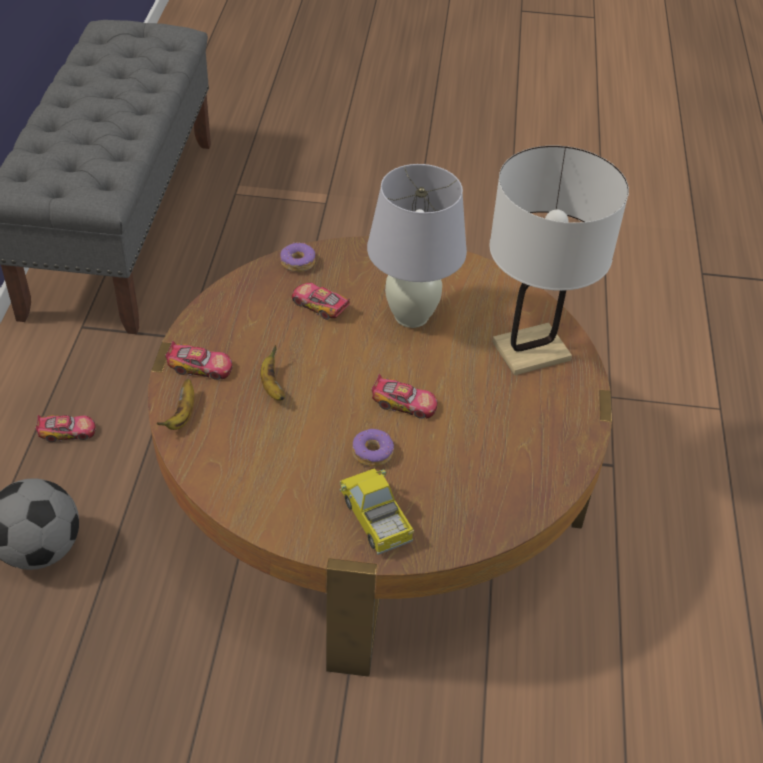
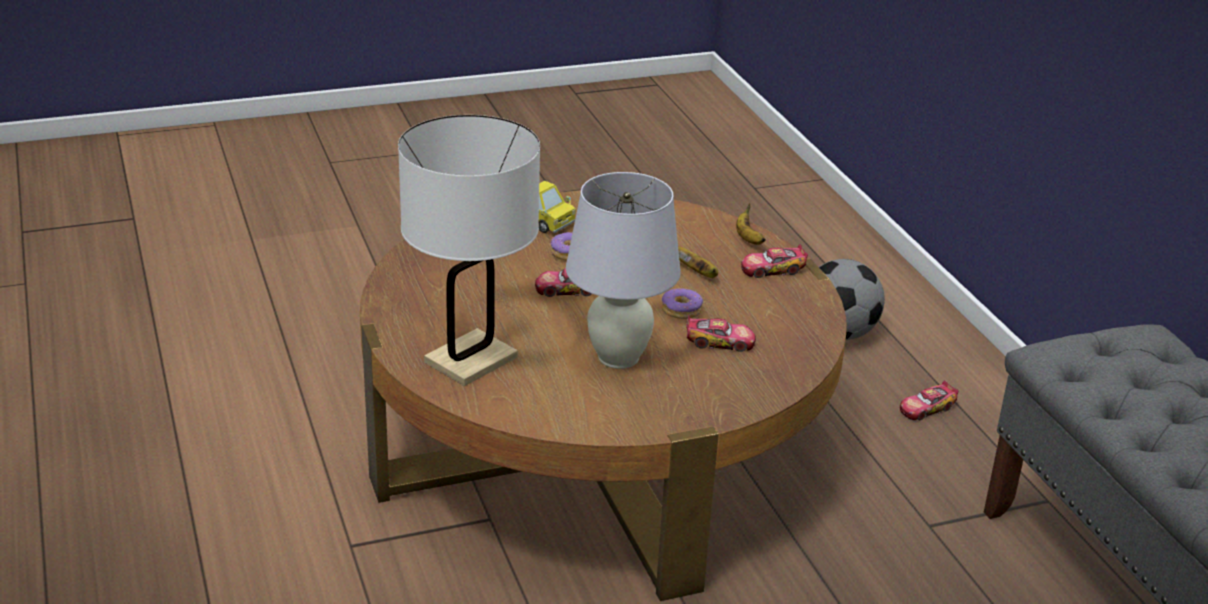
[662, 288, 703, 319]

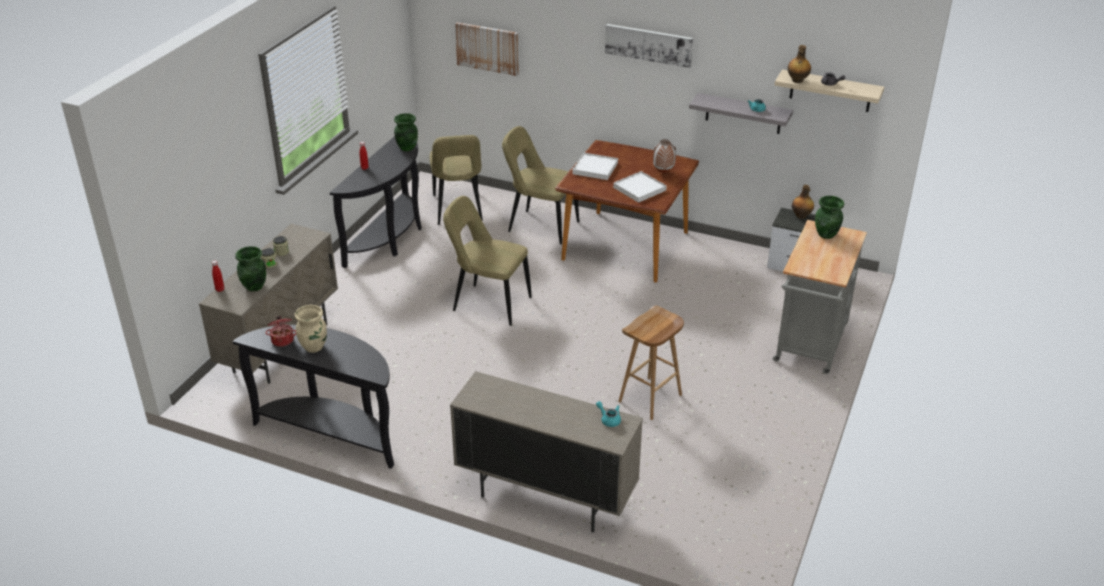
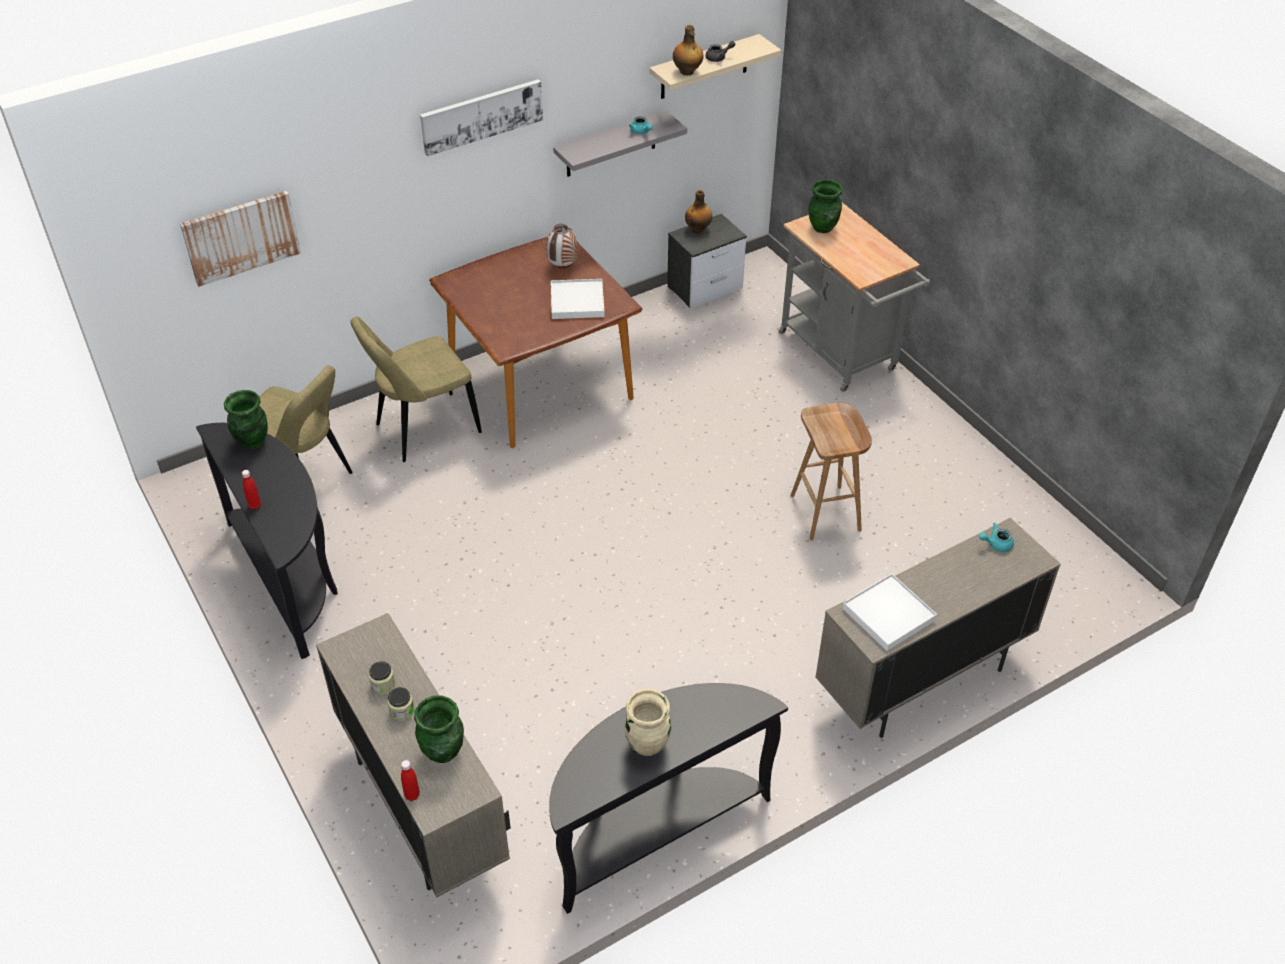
[266, 316, 296, 347] (first image)
[443, 196, 532, 326] (first image)
[842, 574, 937, 651]

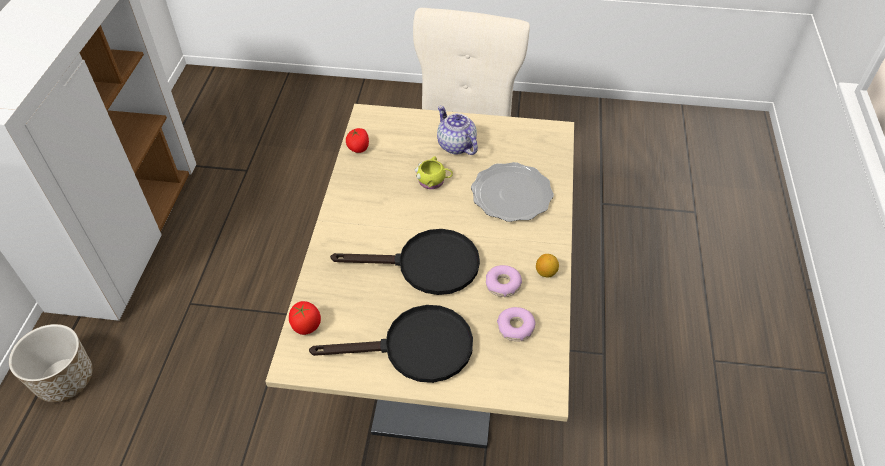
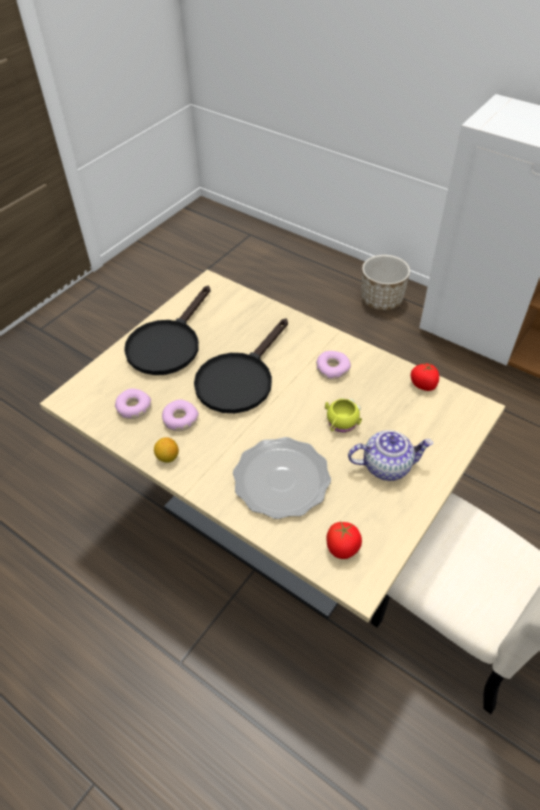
[327, 522, 362, 559]
[316, 351, 351, 380]

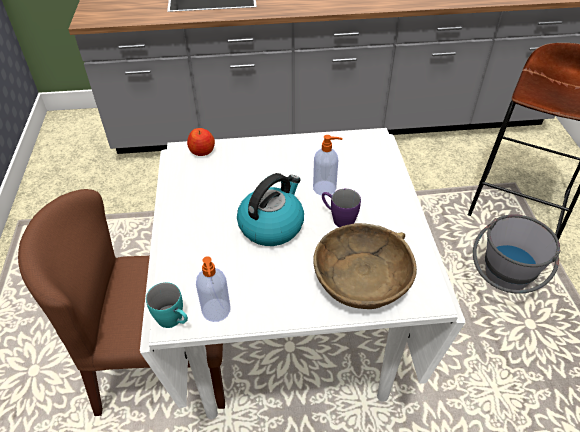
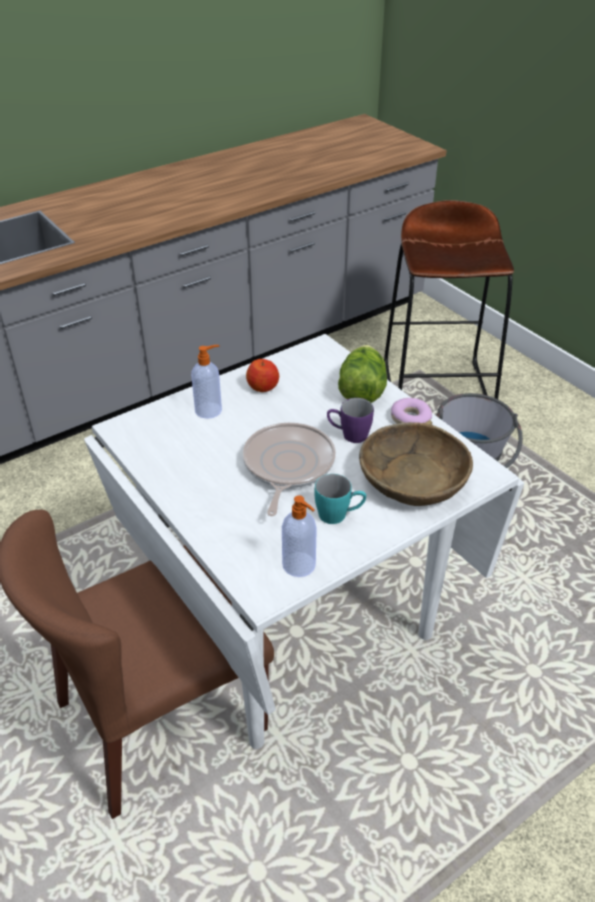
[315, 474, 366, 524]
[246, 359, 279, 392]
[243, 423, 336, 516]
[191, 345, 222, 419]
[338, 345, 387, 403]
[391, 398, 432, 424]

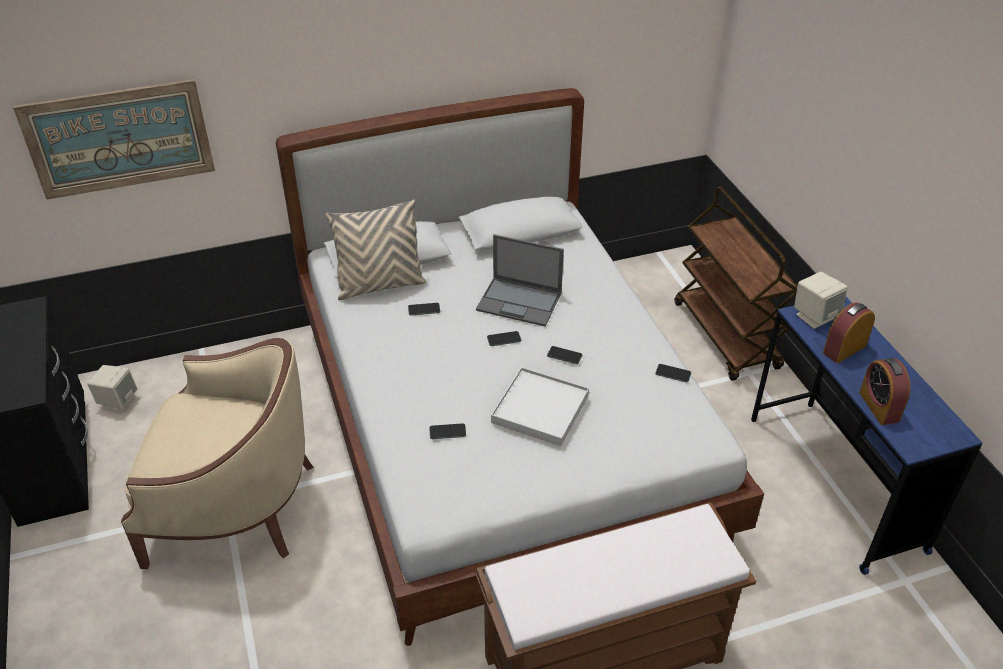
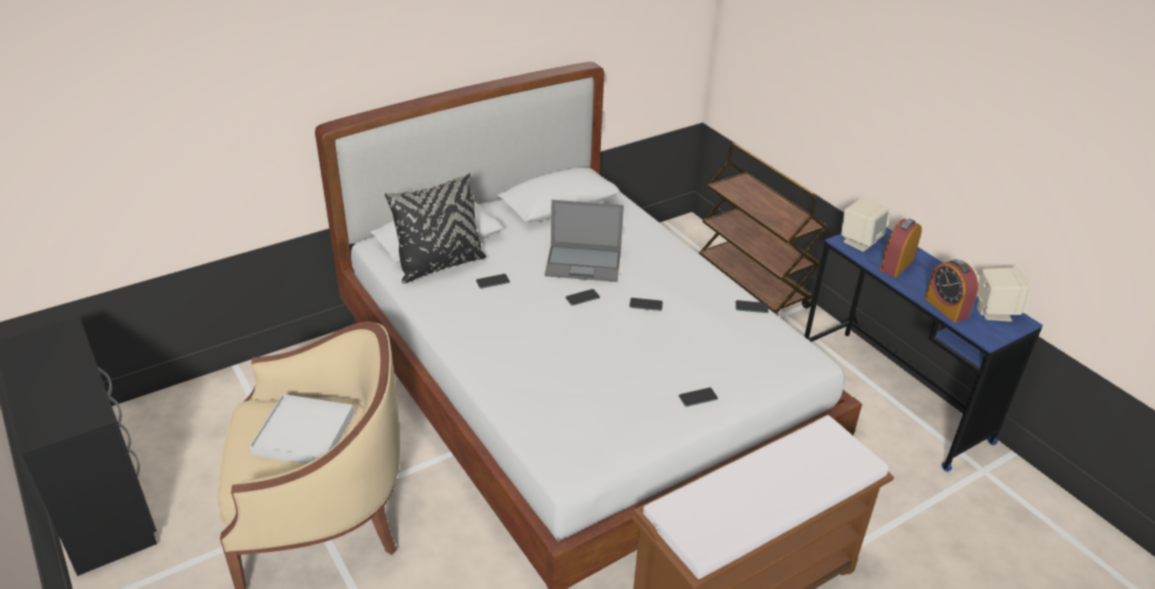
[13, 79, 215, 200] (first image)
[976, 267, 1029, 322]
[385, 173, 486, 284]
[679, 388, 718, 407]
[249, 394, 354, 464]

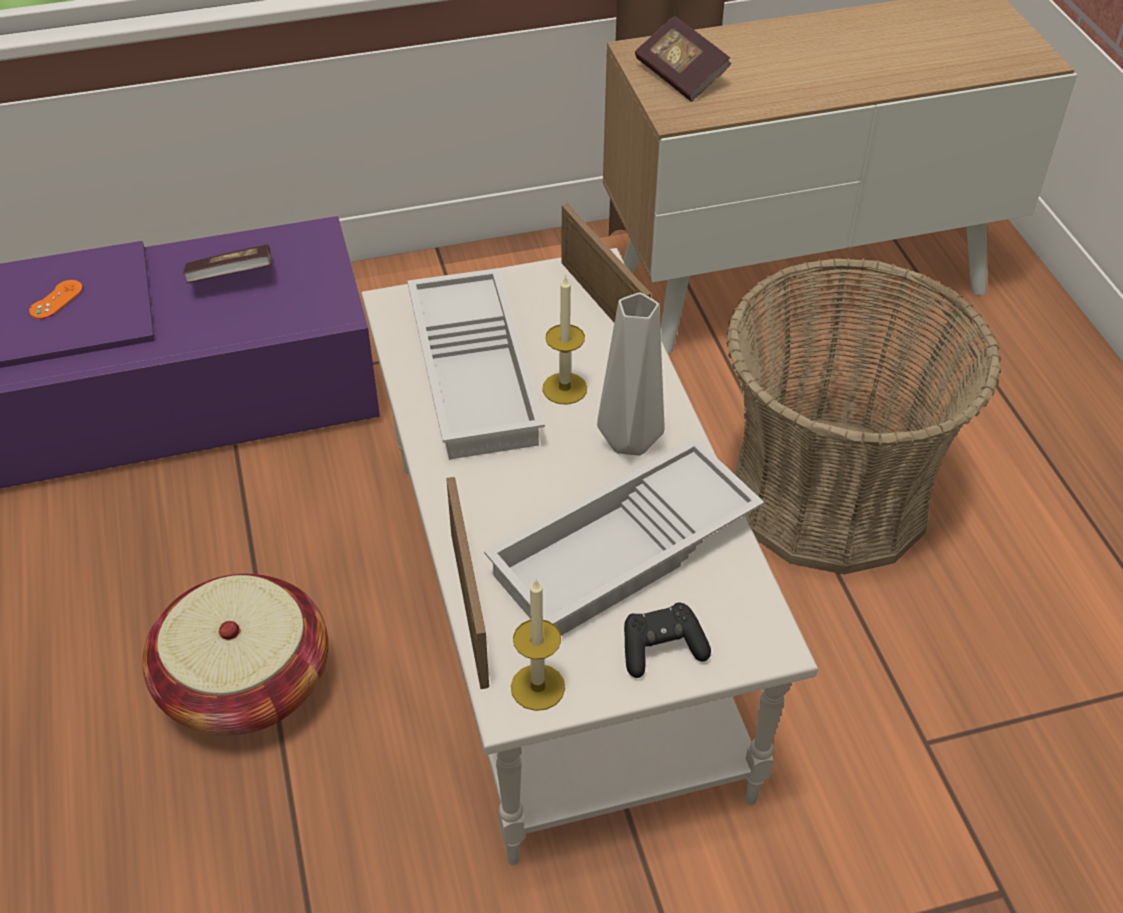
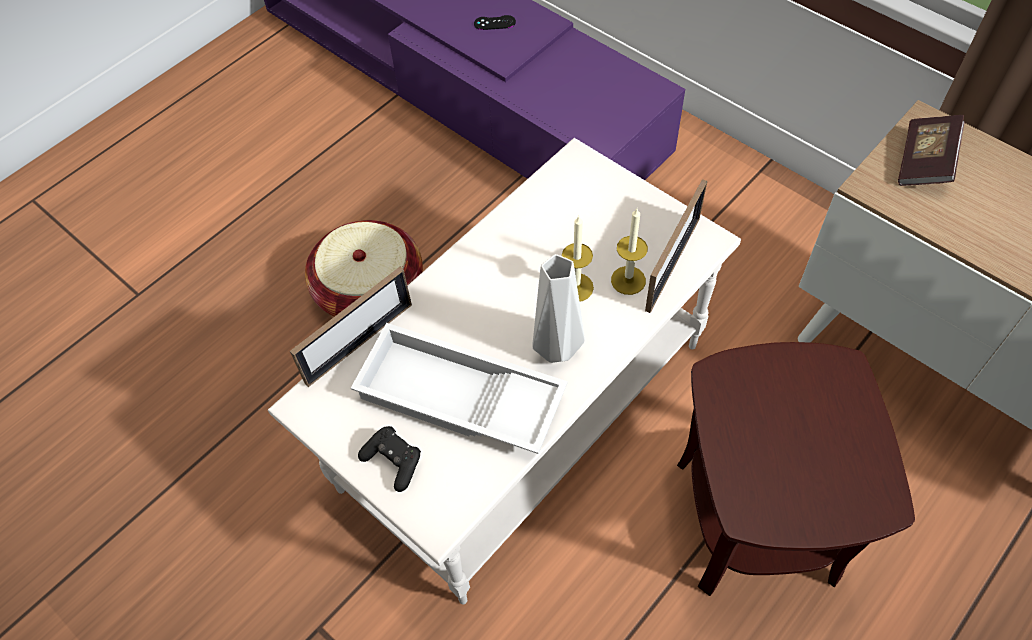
[474, 15, 516, 30]
[183, 245, 272, 283] (first image)
[407, 268, 545, 460] (first image)
[611, 209, 648, 295]
[677, 342, 915, 596]

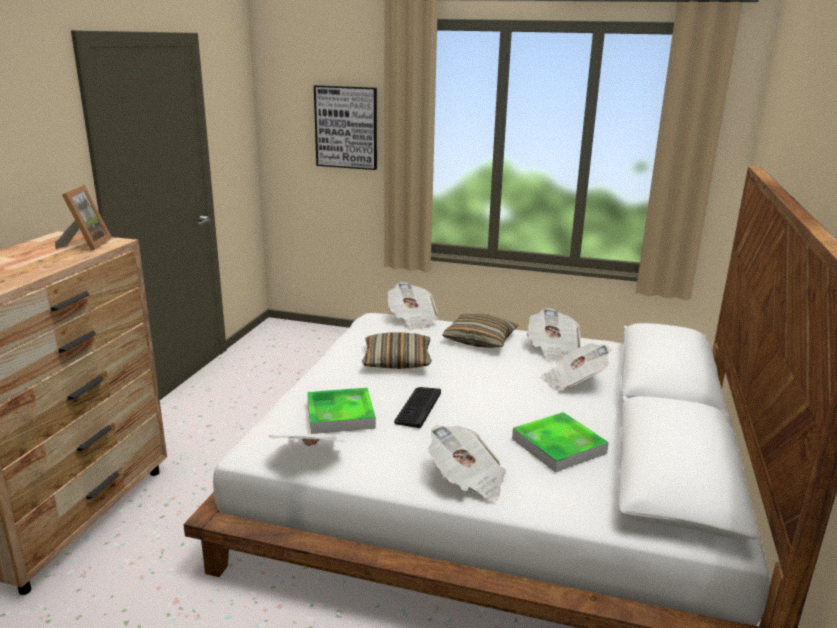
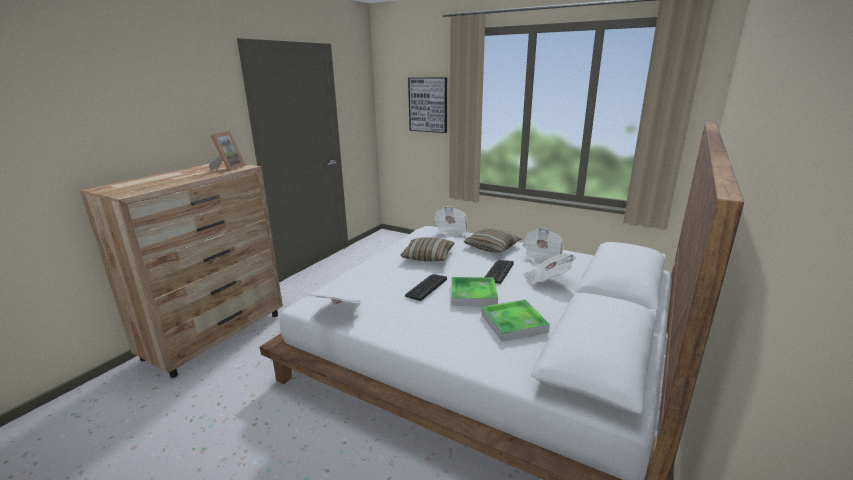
[452, 277, 498, 306]
[428, 425, 506, 501] (first image)
[485, 260, 514, 284]

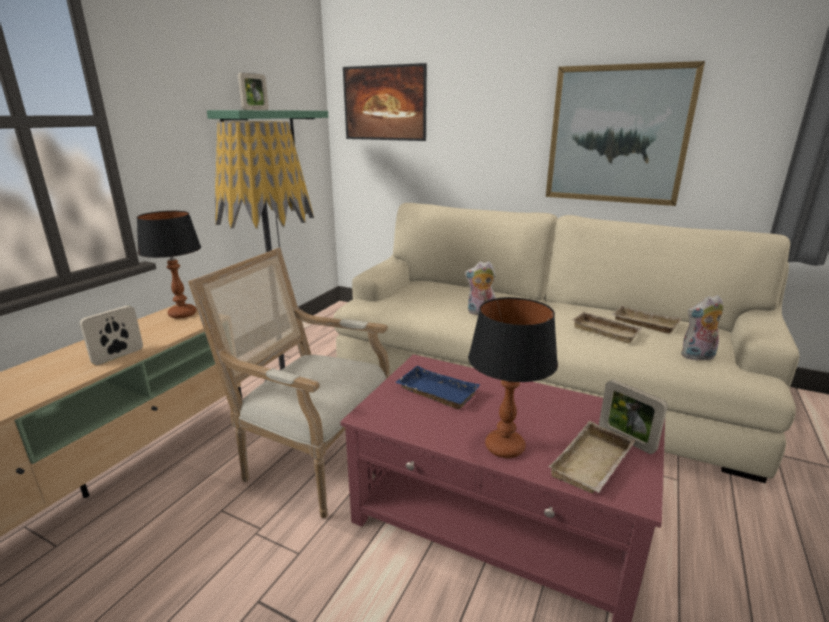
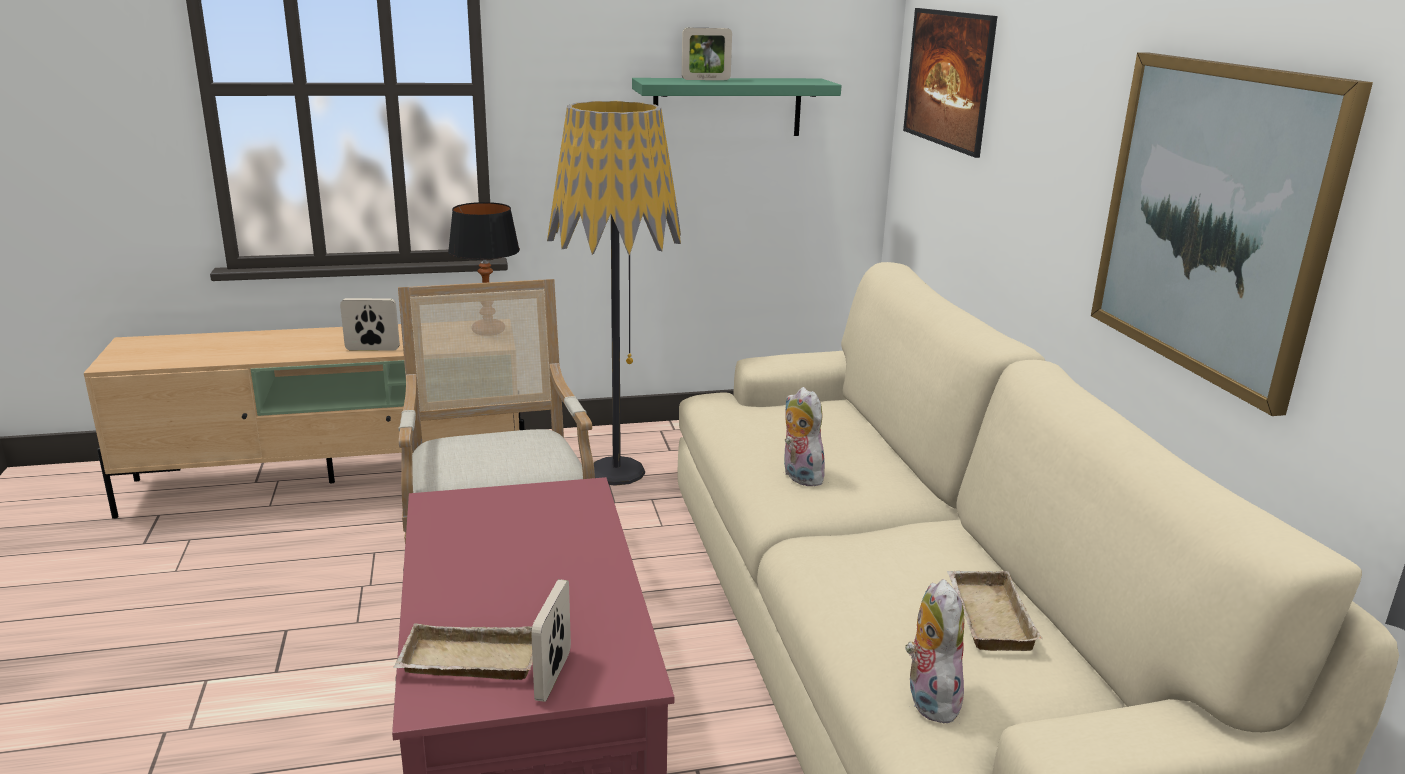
[395, 366, 480, 409] (first image)
[468, 297, 558, 458] (first image)
[572, 312, 643, 343] (first image)
[905, 579, 964, 723]

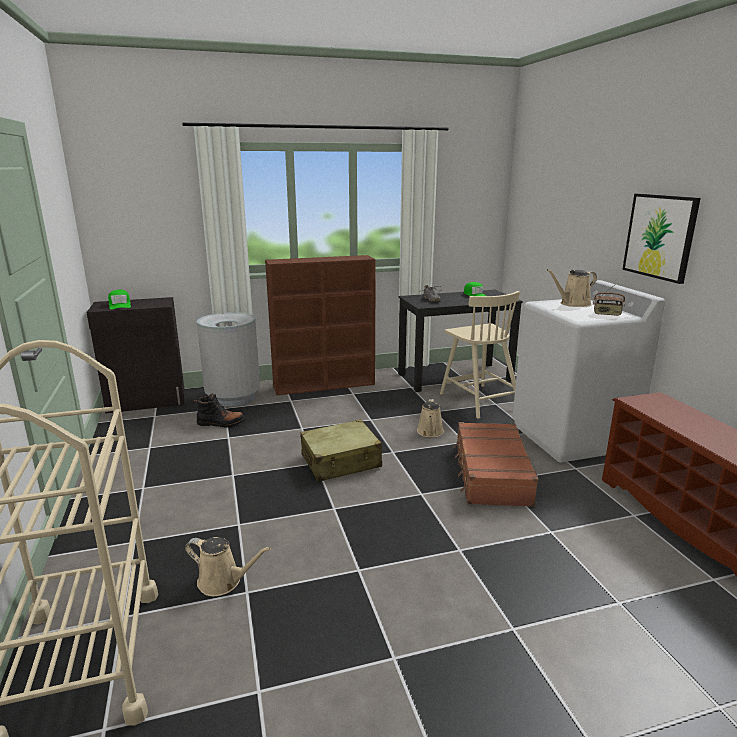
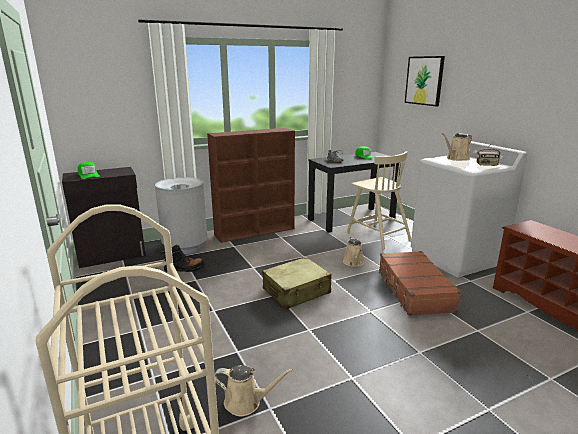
[405, 56, 445, 106]

